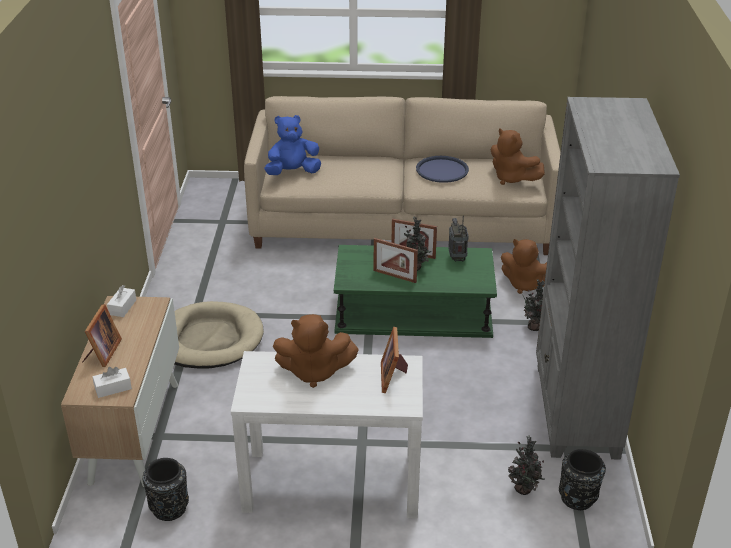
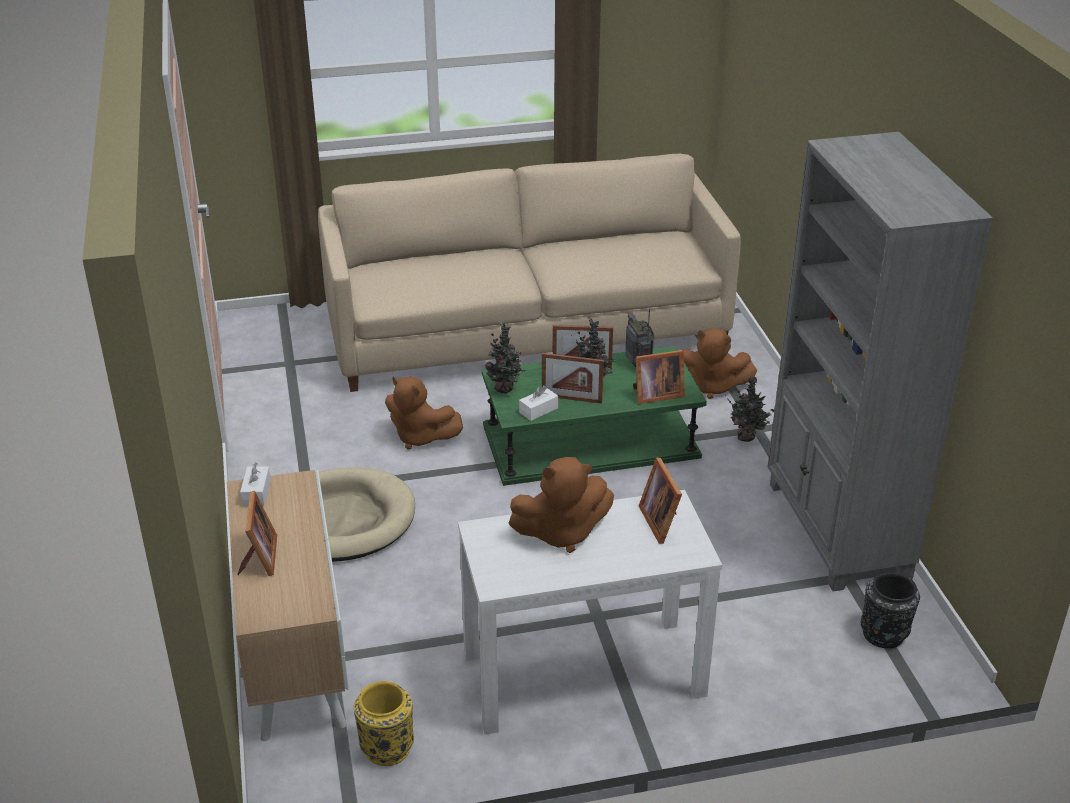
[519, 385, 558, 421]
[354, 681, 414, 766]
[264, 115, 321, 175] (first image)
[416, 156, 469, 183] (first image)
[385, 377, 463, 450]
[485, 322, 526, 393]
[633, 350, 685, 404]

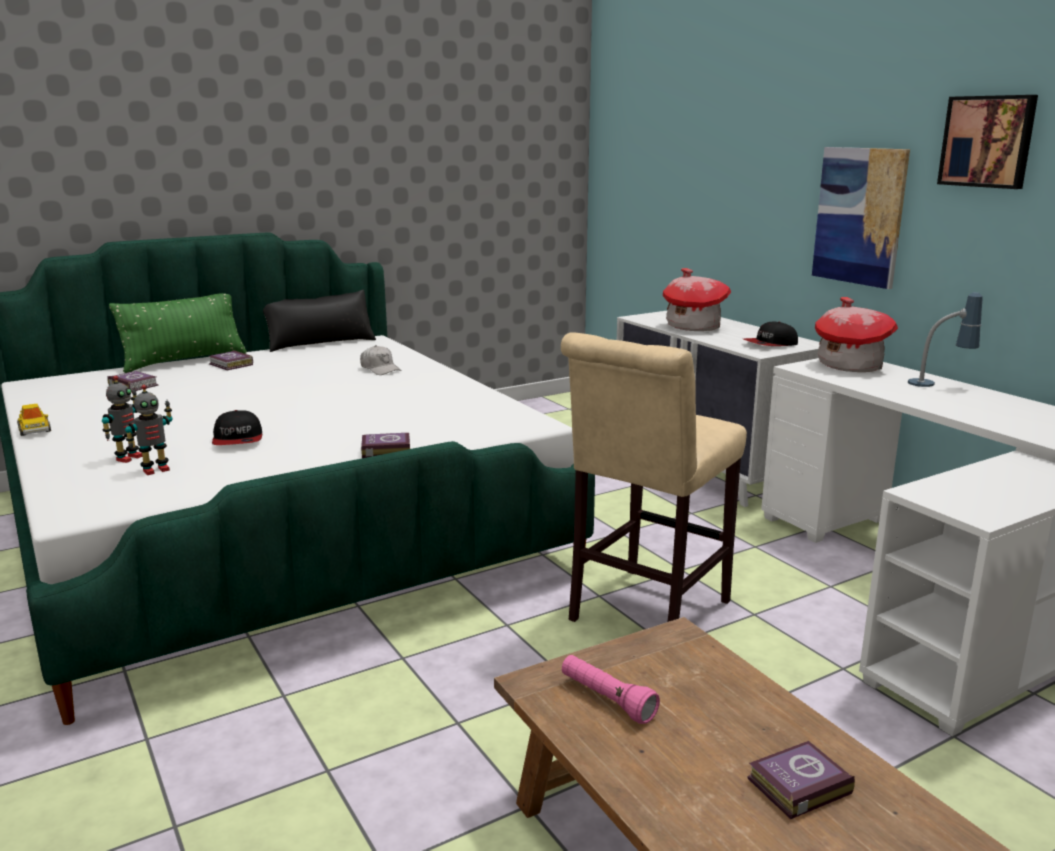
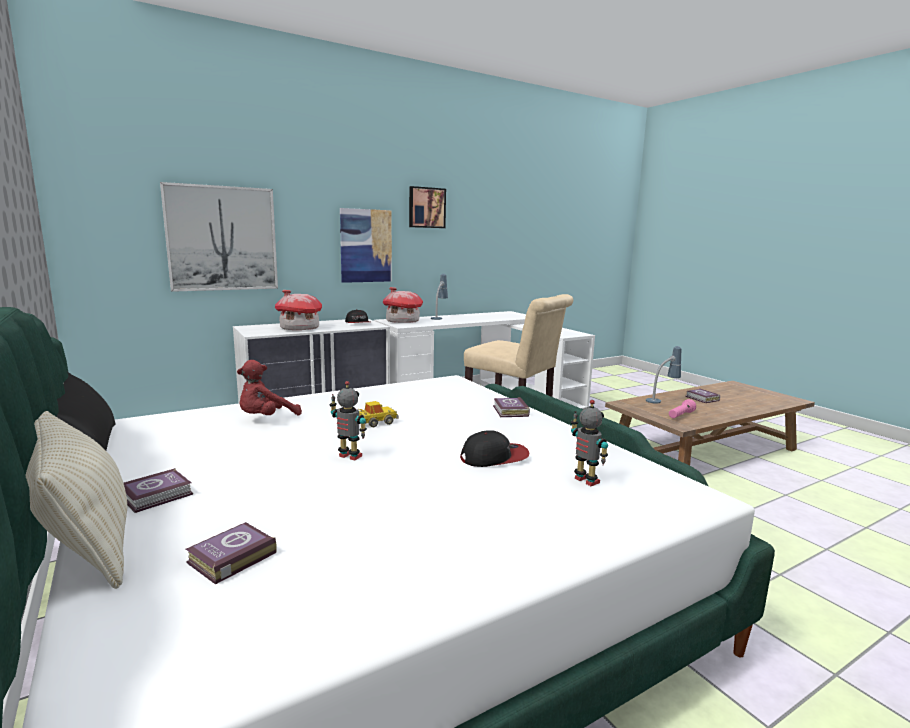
[358, 401, 399, 427]
[329, 381, 367, 460]
[25, 411, 127, 589]
[237, 360, 302, 416]
[160, 182, 278, 292]
[646, 346, 682, 403]

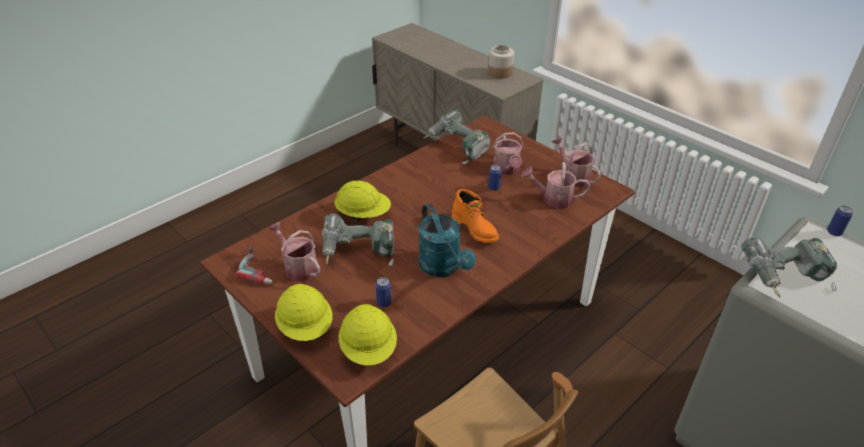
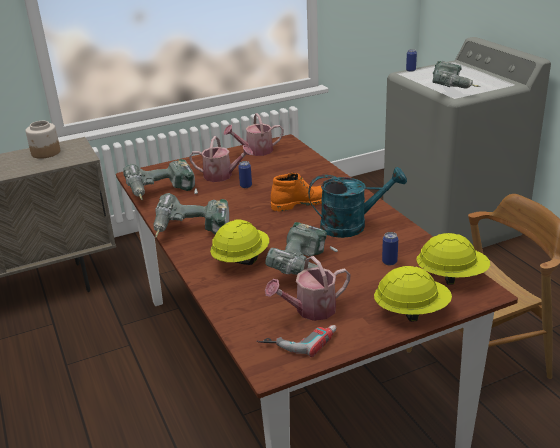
[521, 162, 591, 209] (first image)
[153, 193, 229, 238]

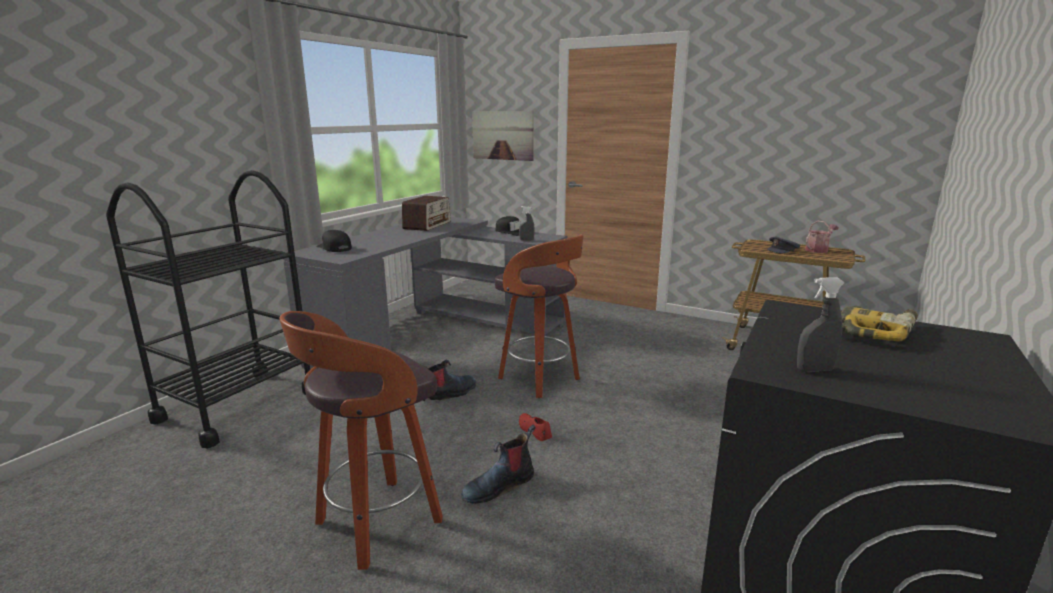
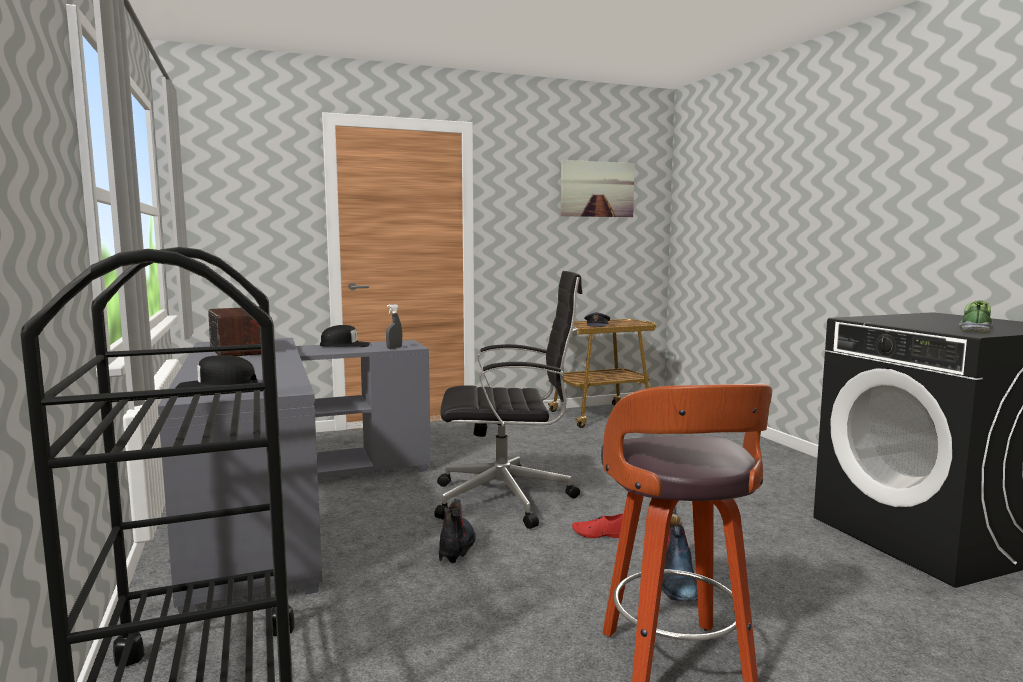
[561, 160, 635, 217]
[434, 271, 582, 529]
[959, 300, 993, 333]
[805, 220, 839, 253] (first image)
[841, 306, 918, 342] (first image)

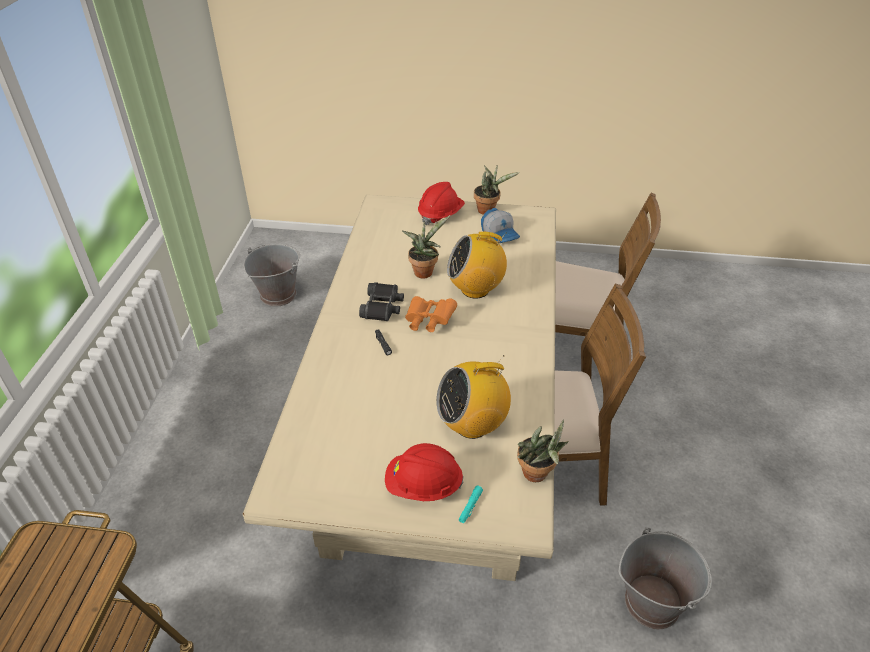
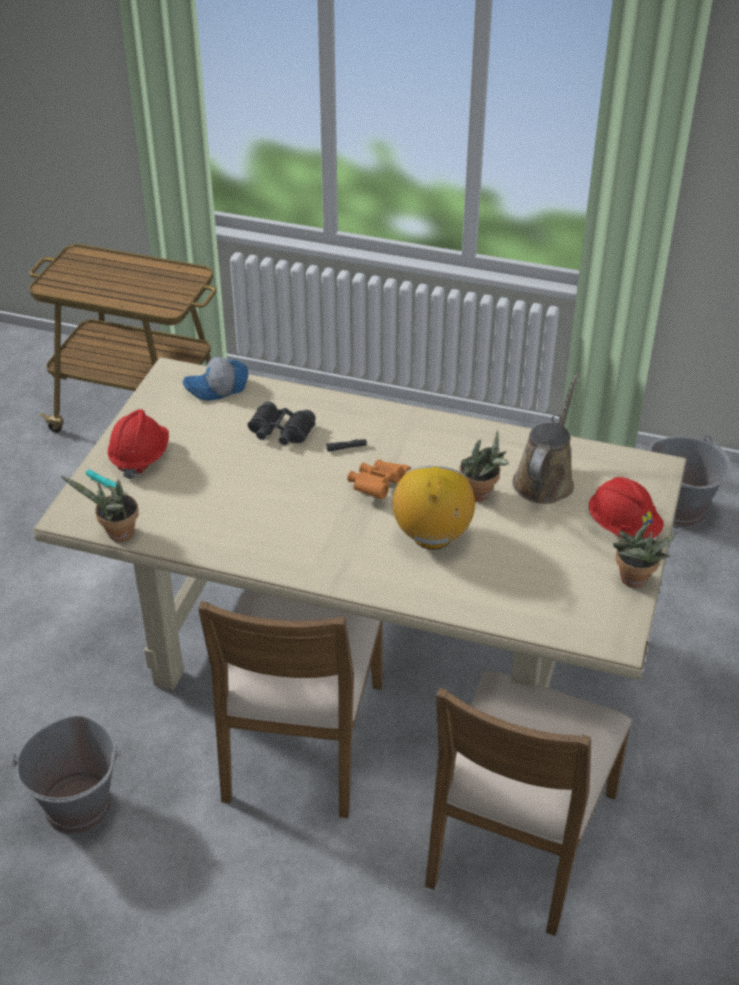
[247, 401, 315, 445]
[436, 355, 511, 439] (first image)
[183, 357, 248, 401]
[513, 373, 579, 504]

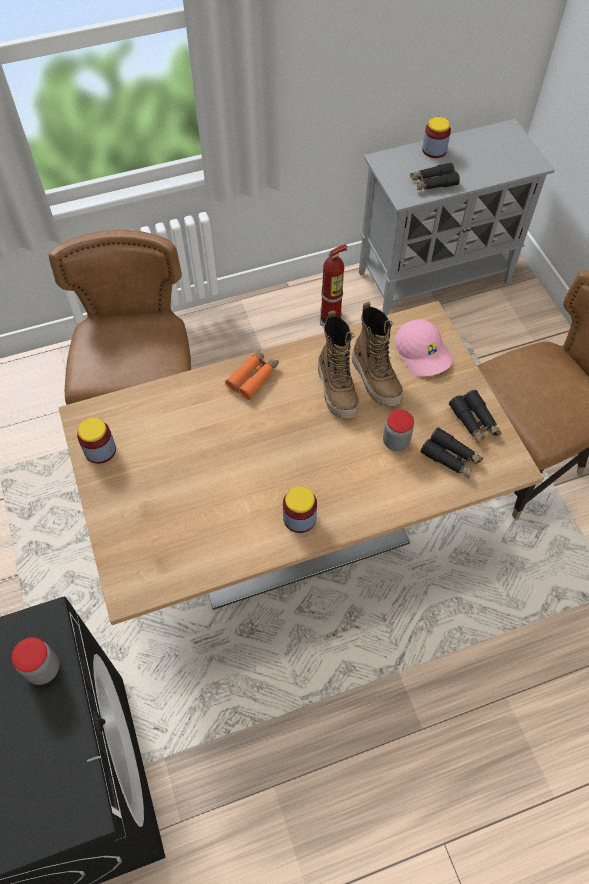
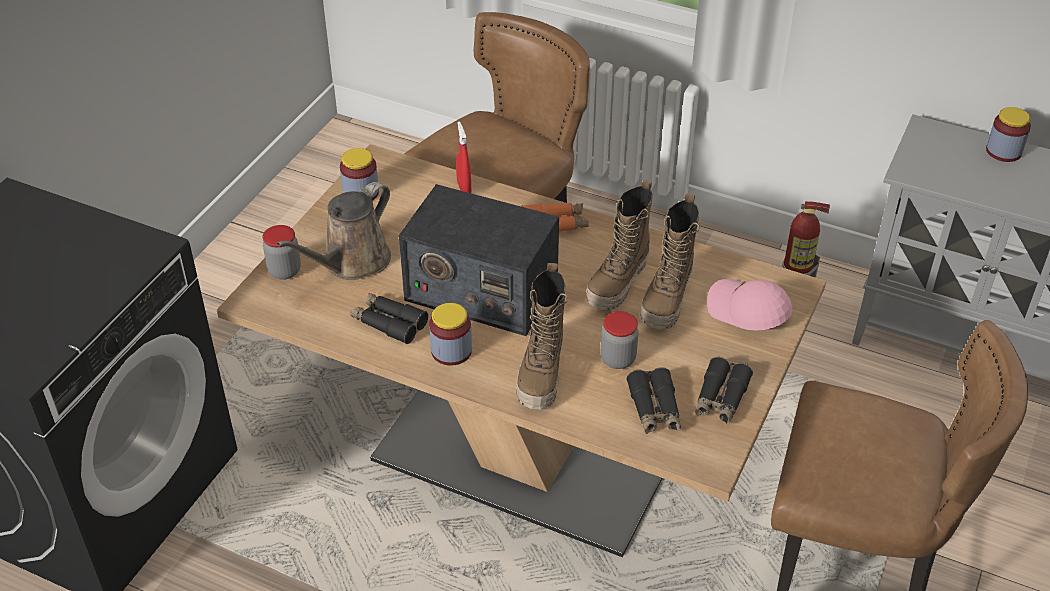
[263, 225, 301, 280]
[707, 279, 793, 330]
[350, 292, 428, 344]
[277, 182, 391, 280]
[399, 184, 559, 336]
[456, 121, 471, 193]
[516, 263, 568, 410]

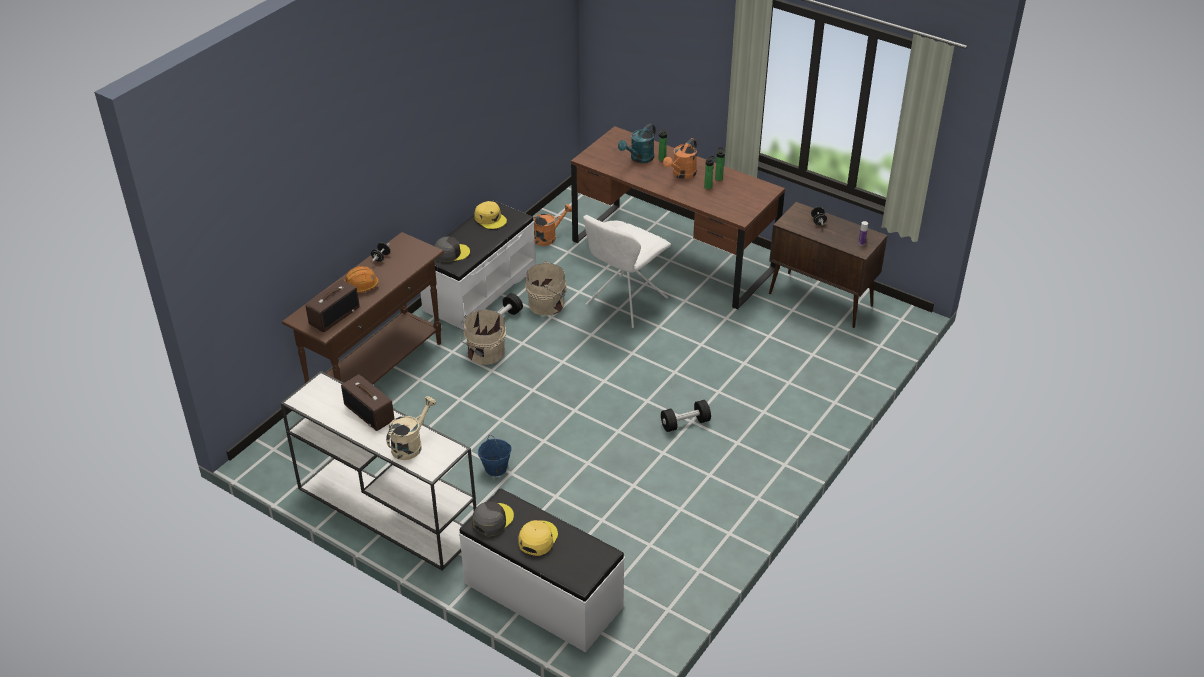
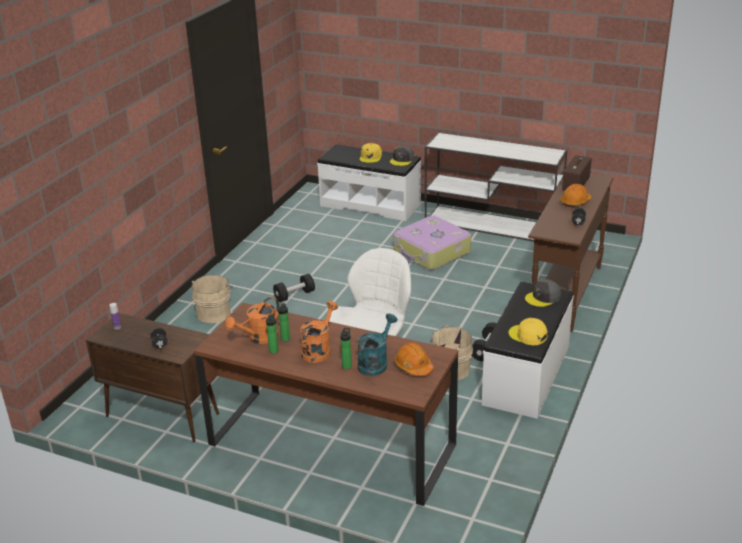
[341, 374, 394, 431] (first image)
[386, 396, 437, 460] (first image)
[191, 275, 233, 323]
[393, 216, 471, 270]
[225, 297, 279, 344]
[395, 342, 434, 376]

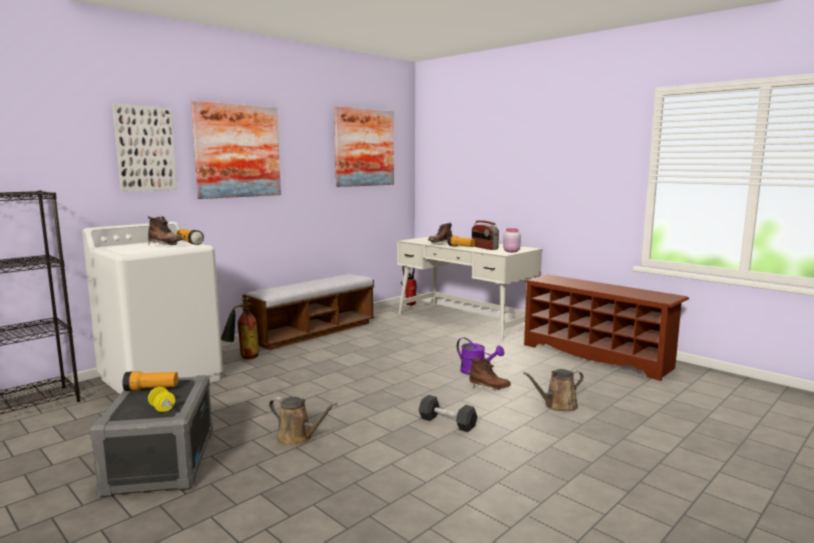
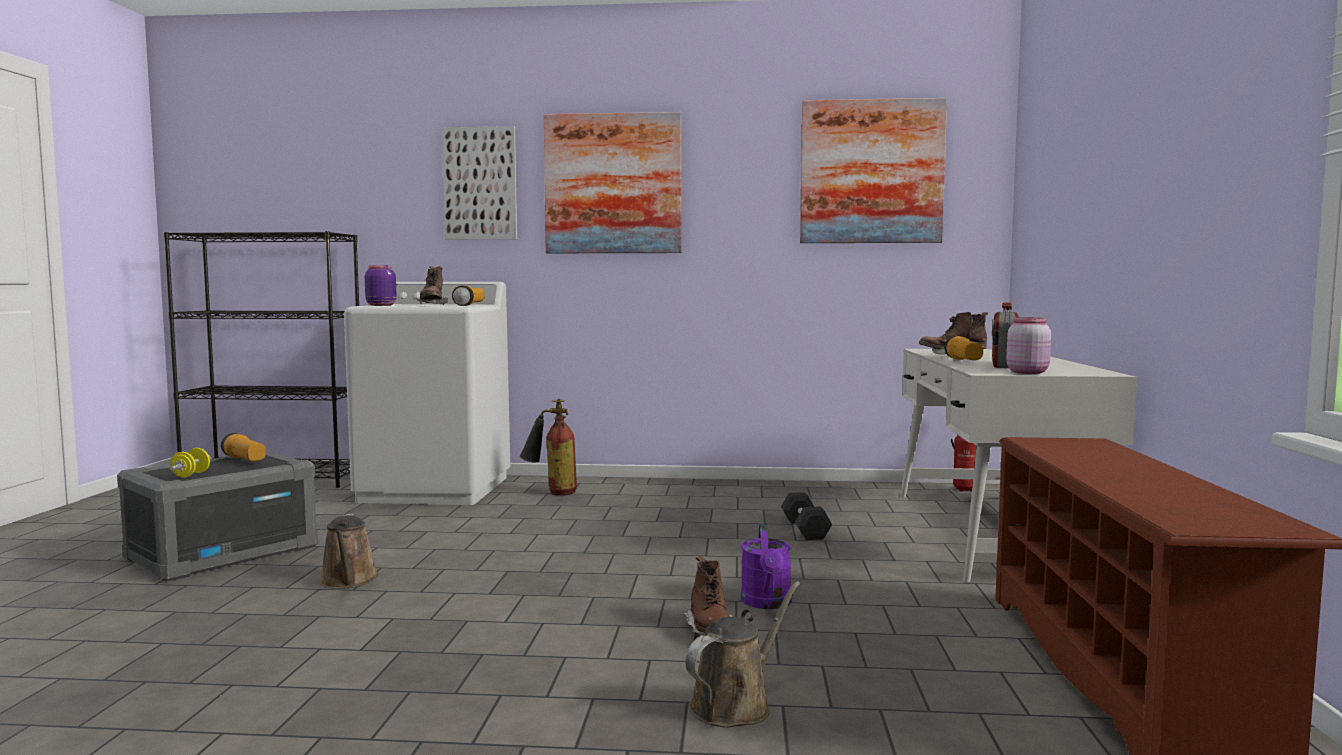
[242, 274, 374, 350] (first image)
[781, 492, 832, 540]
[685, 581, 801, 728]
[365, 265, 397, 306]

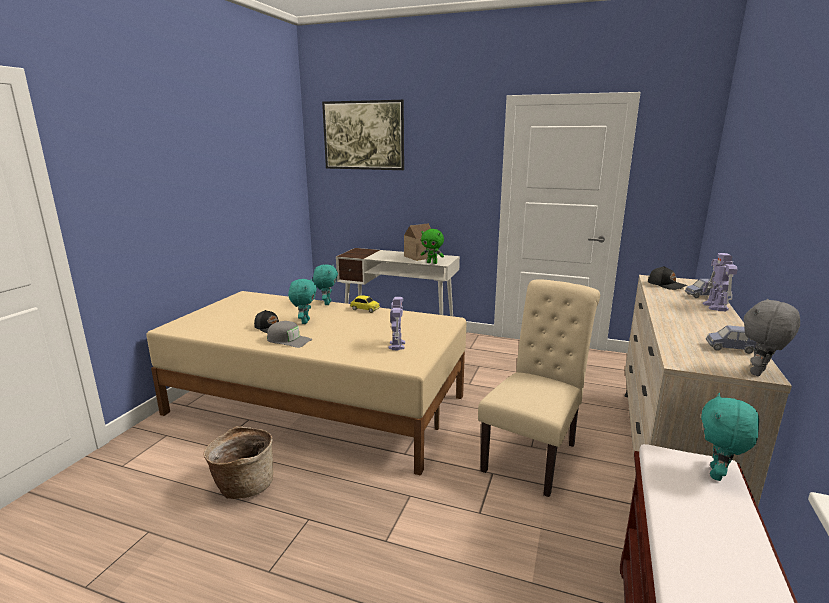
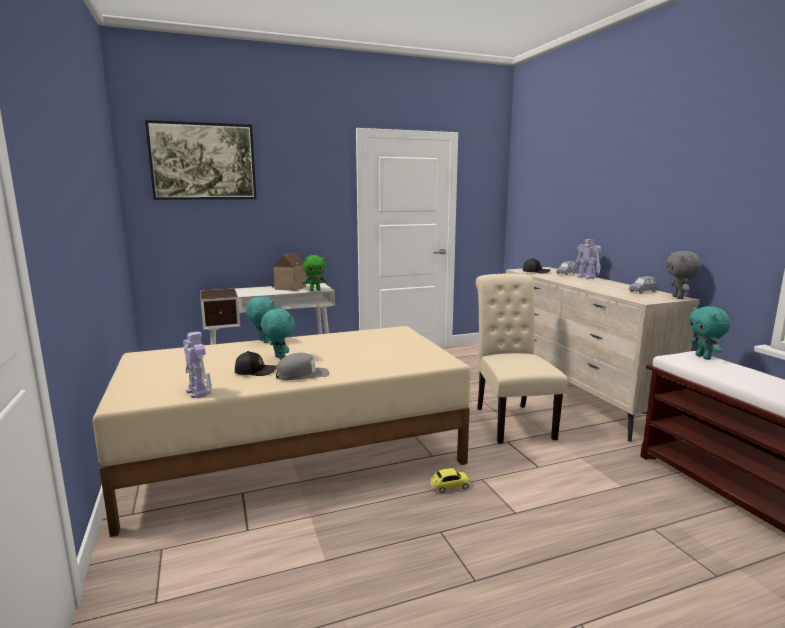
[203, 426, 273, 499] (first image)
[430, 468, 470, 493]
[183, 332, 212, 398]

